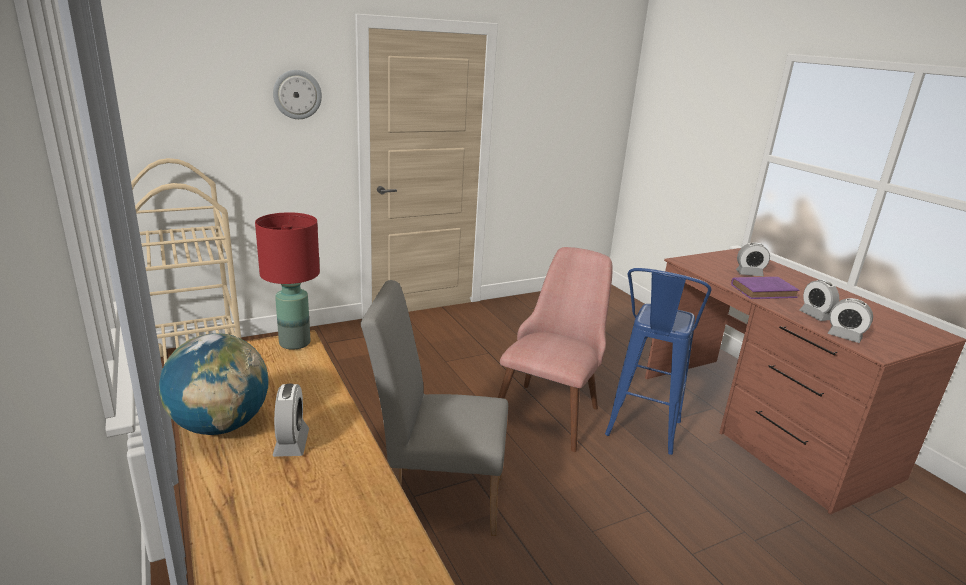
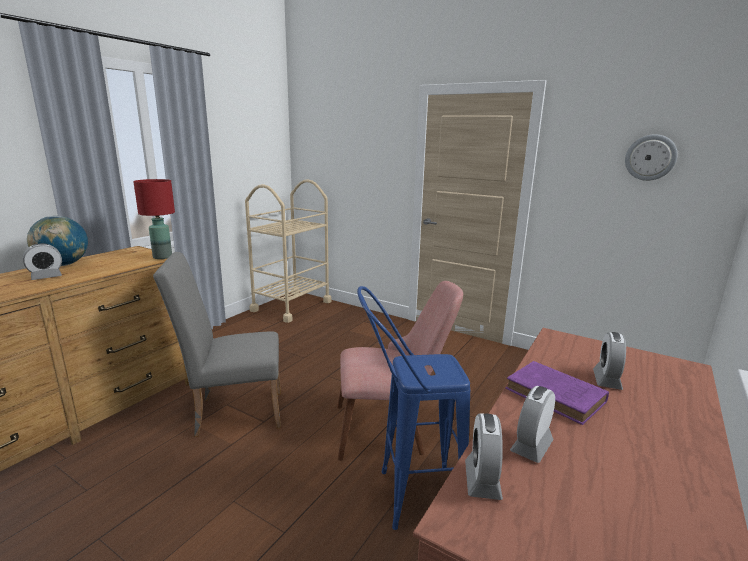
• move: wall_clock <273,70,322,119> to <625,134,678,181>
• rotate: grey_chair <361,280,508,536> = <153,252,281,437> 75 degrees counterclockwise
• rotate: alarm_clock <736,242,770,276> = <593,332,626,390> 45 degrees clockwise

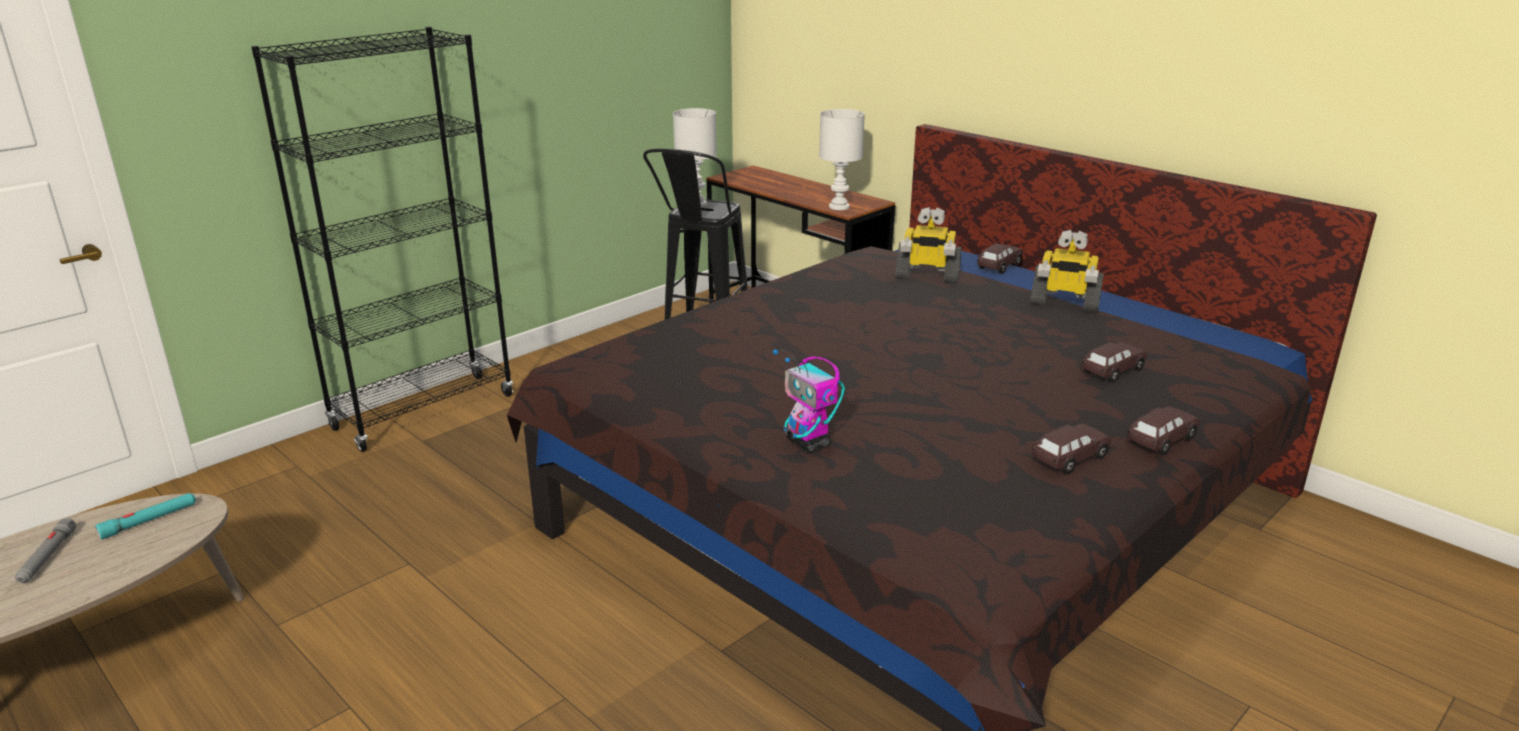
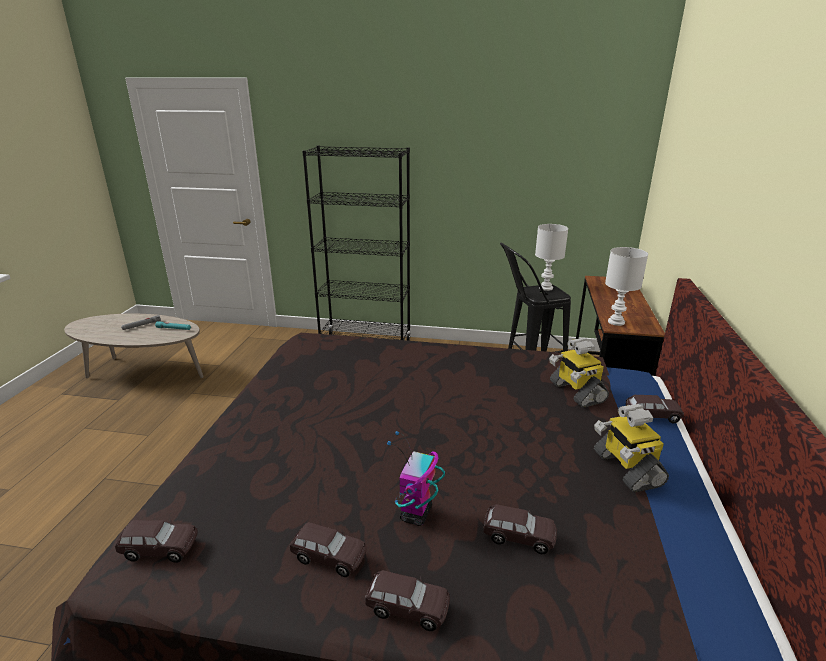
• insert: brown_toy_car <115,519,198,563>
• move: toy_robot <773,349,845,452> to <387,431,445,526>

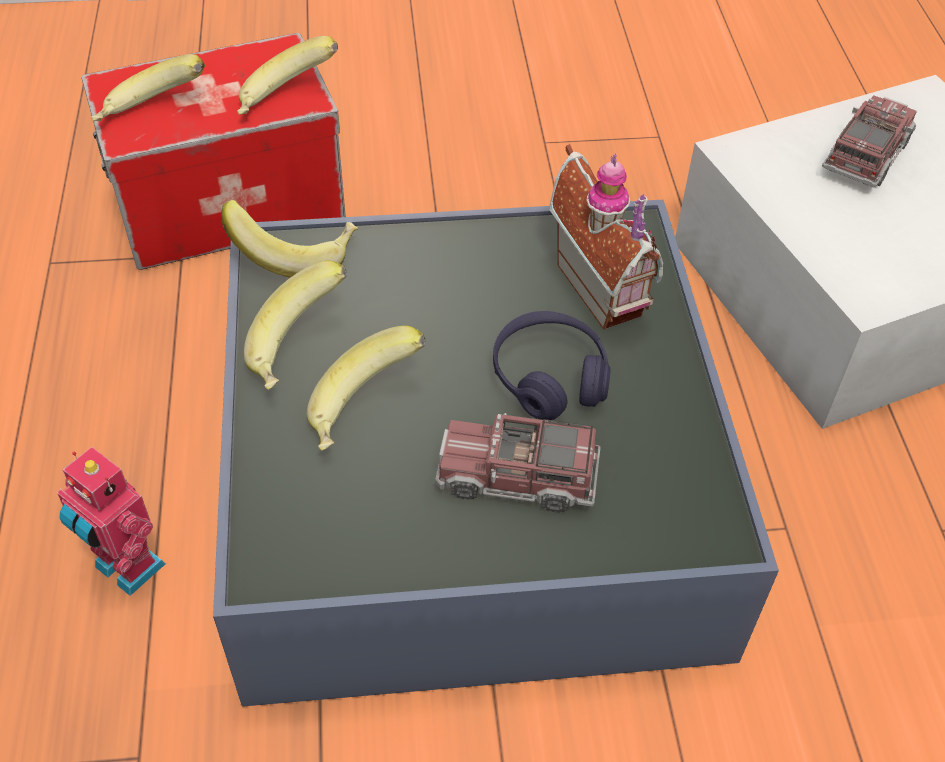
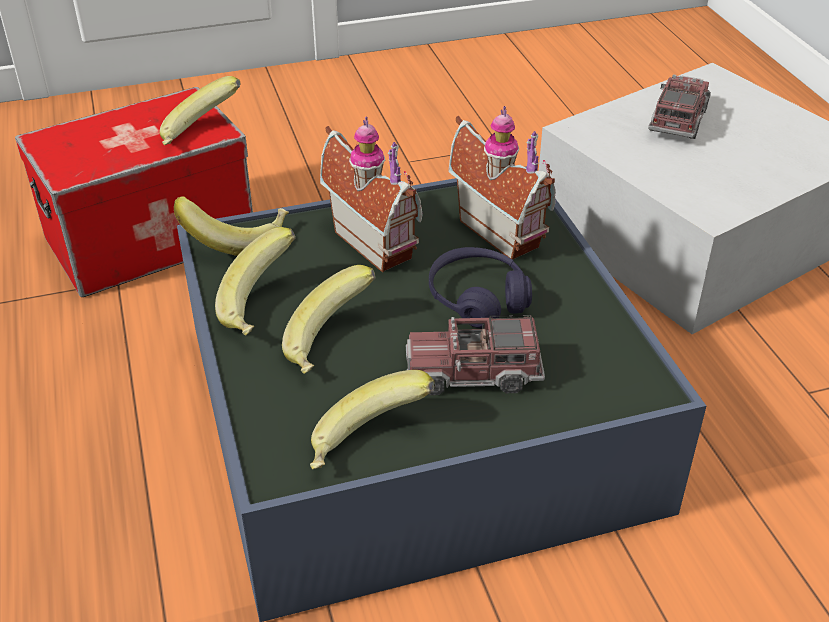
• delete: toy_robot <57,447,166,596>
• insert: toy_house <320,116,423,272>
• move: banana <91,54,205,121> to <310,370,435,469>

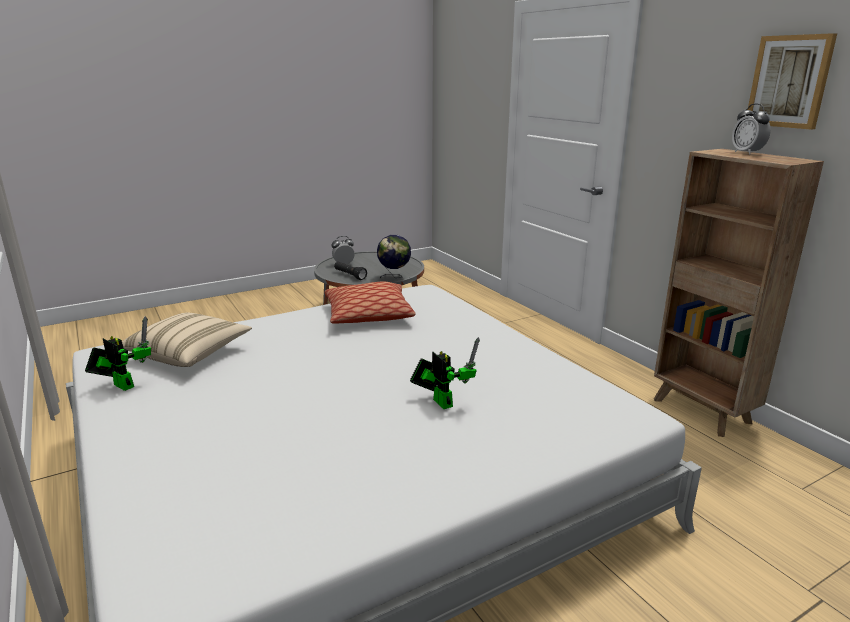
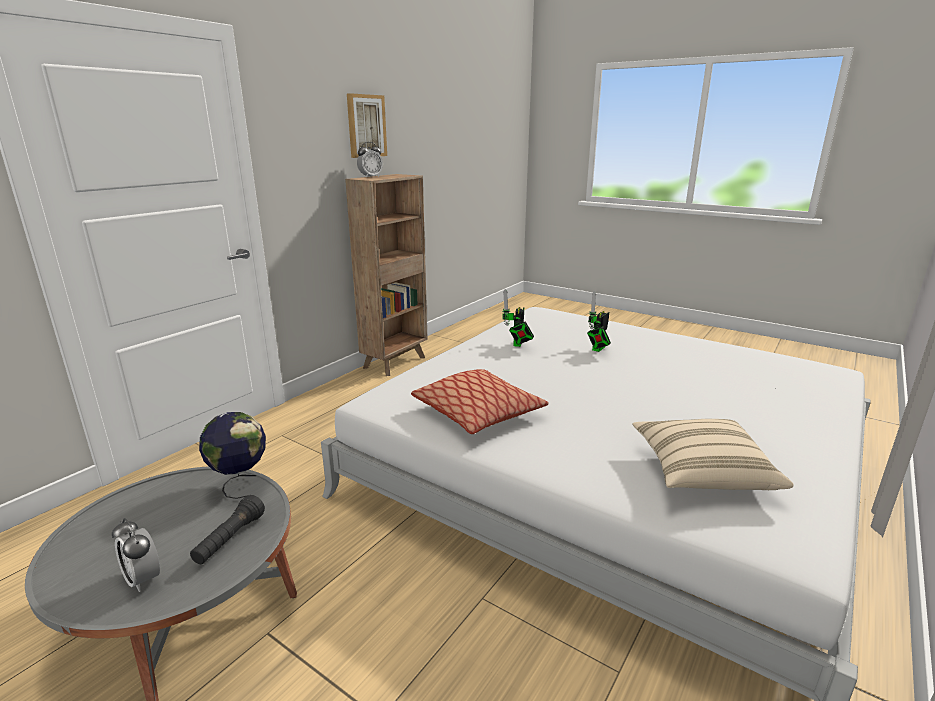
• move: toy_robot <85,316,151,391> to <502,289,534,347>

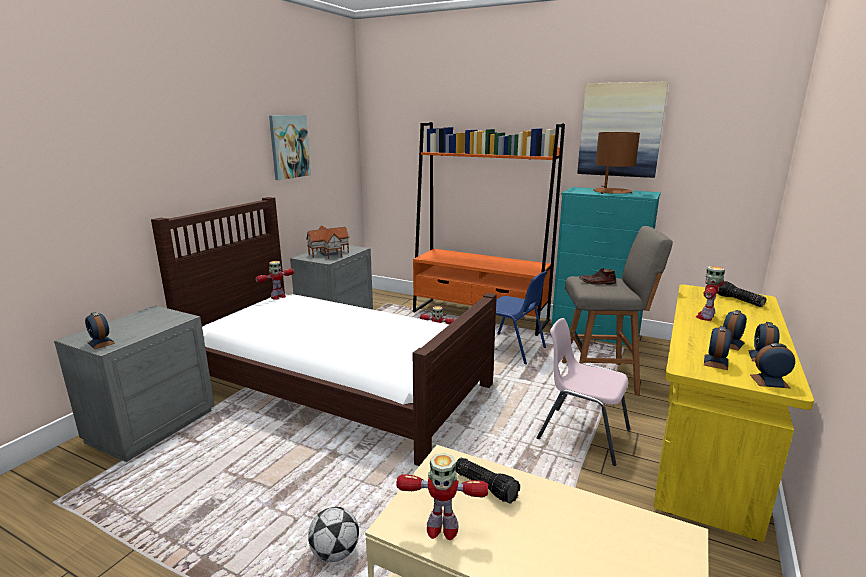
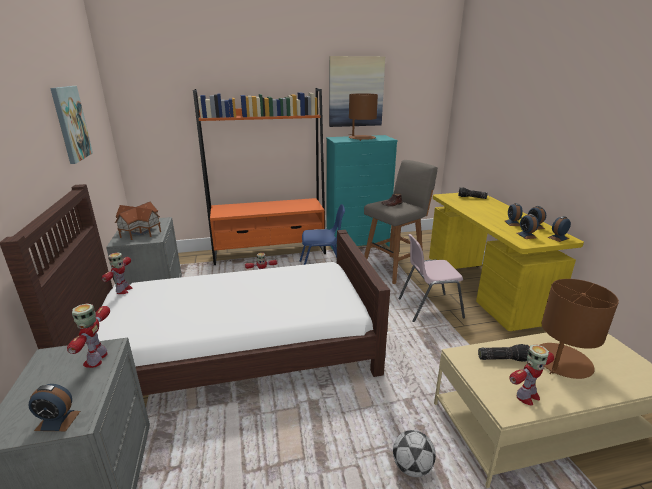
• insert: brown_table_lamp <540,279,619,379>
• move: toy_robot <696,266,725,321> to <67,303,110,368>

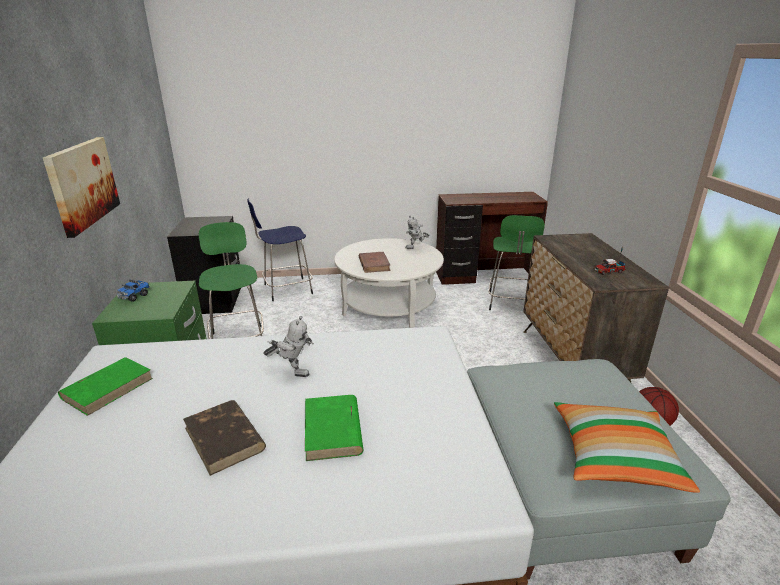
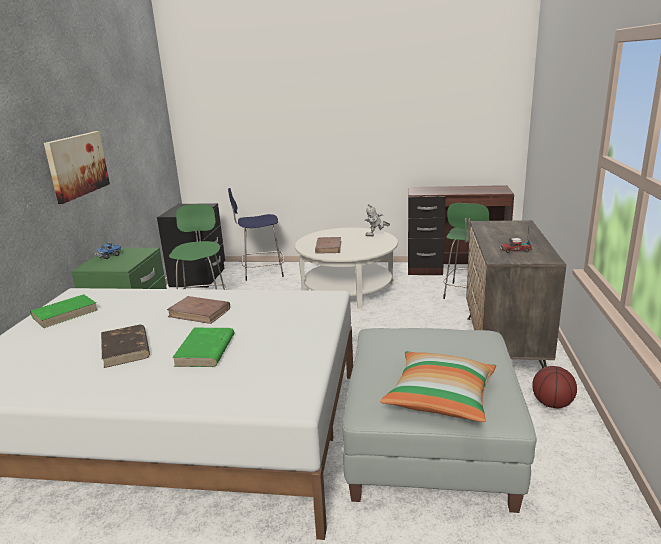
• replace: toy_robot <264,316,314,377> to brown_book <167,296,230,324>

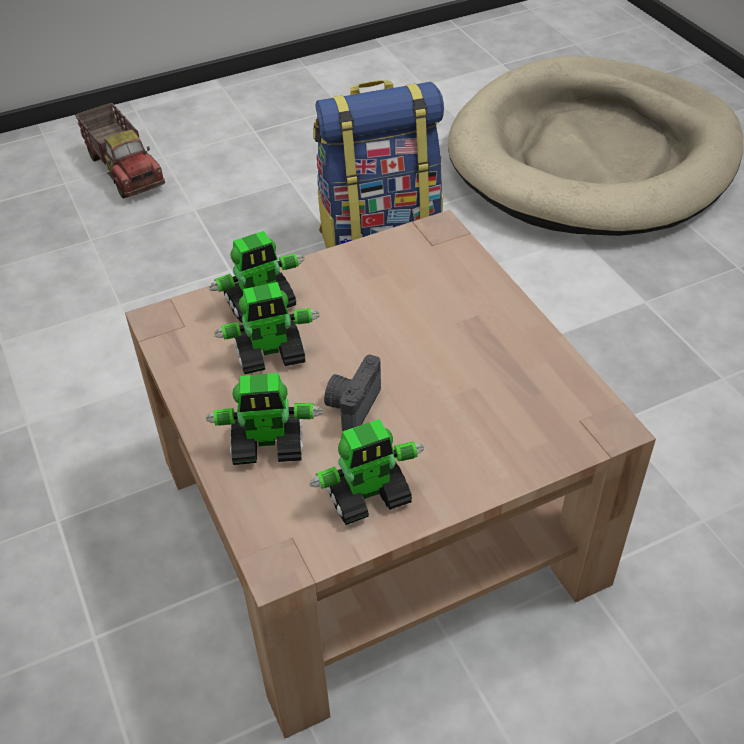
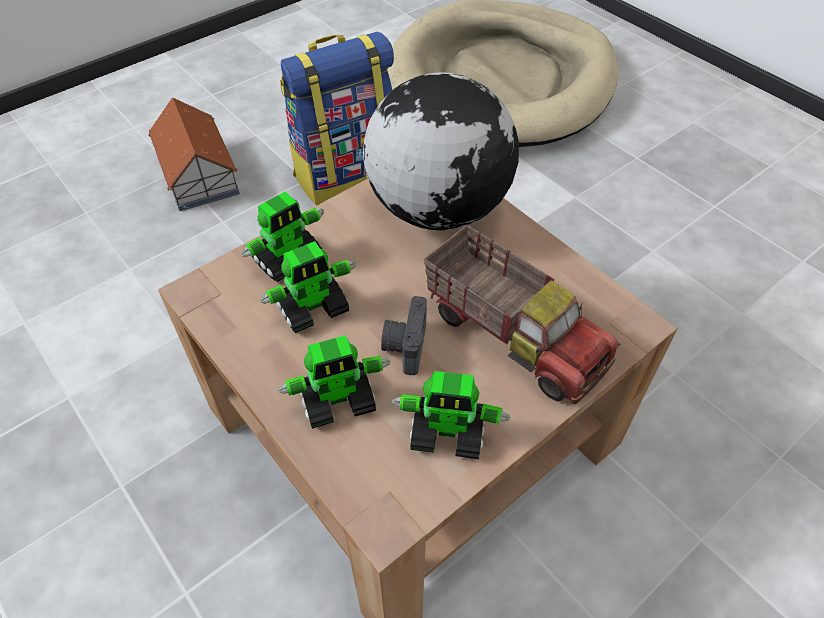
• insert: toy_house <148,97,240,211>
• insert: globe <363,72,519,230>
• move: toy_truck <75,103,165,199> to <424,225,620,404>
• rotate: toy_robot <309,419,425,525> = <392,371,511,459> 45 degrees clockwise

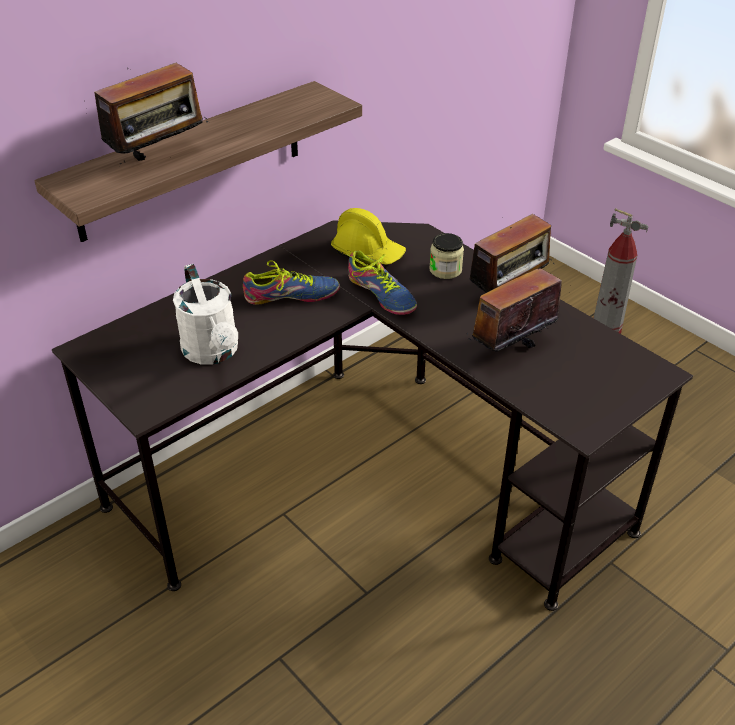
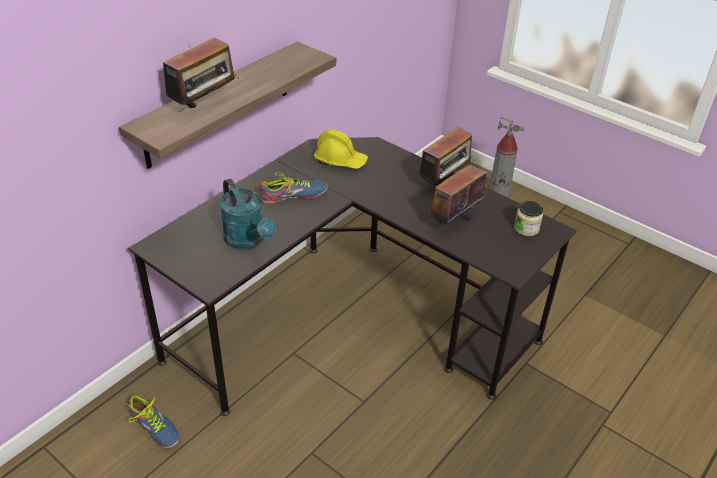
• move: shoe <346,250,417,315> to <125,395,179,449>
• move: jar <429,233,464,279> to <514,201,543,236>
• recolor: white_watering_can <173,264,238,364> to turquoise_watering_can <220,179,275,250>

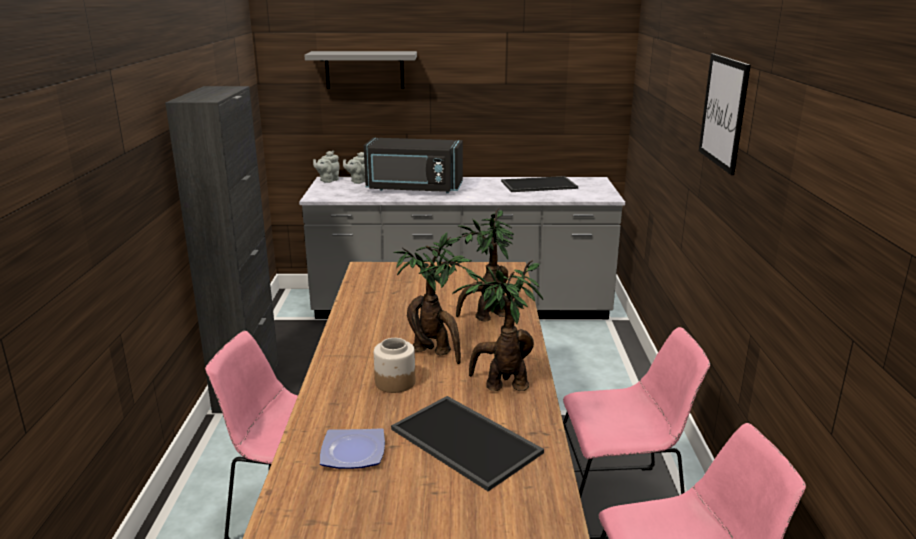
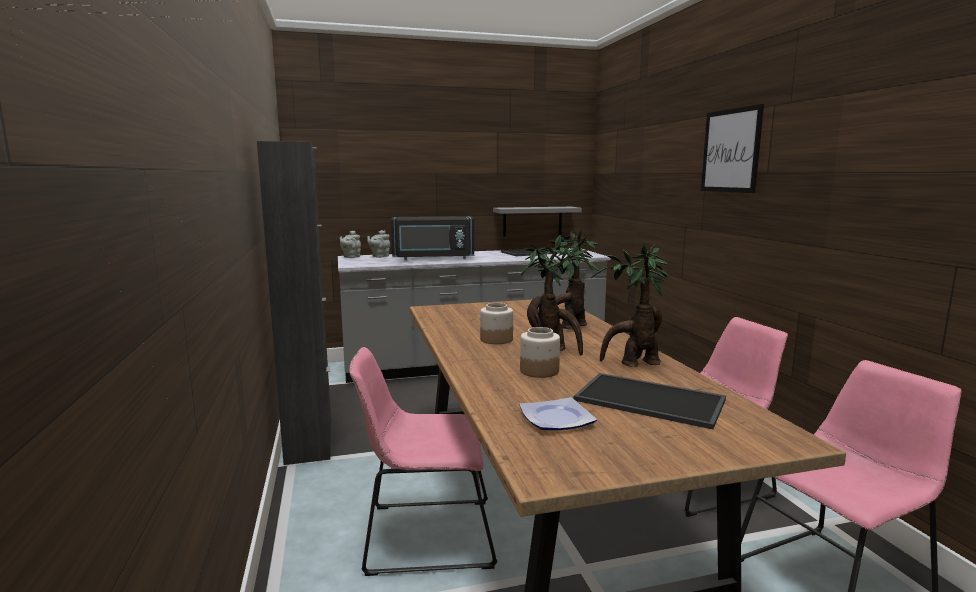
• insert: jar <480,303,513,344>
• move: grey_shelf <304,51,417,89> to <493,207,582,237>

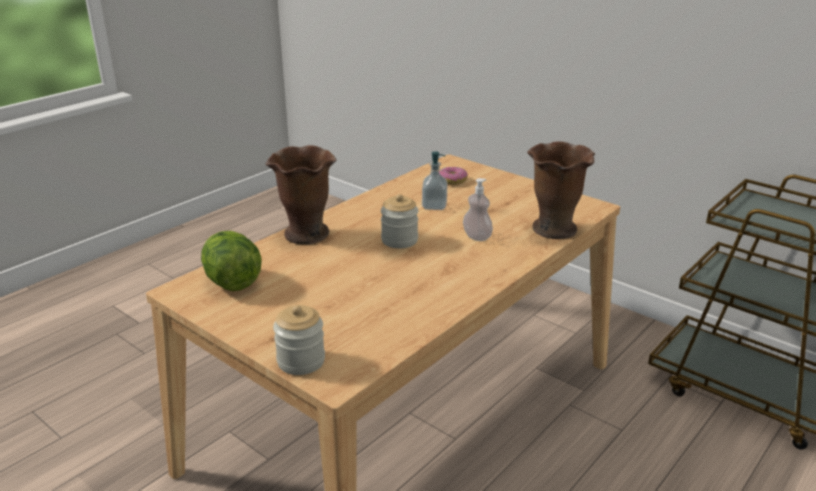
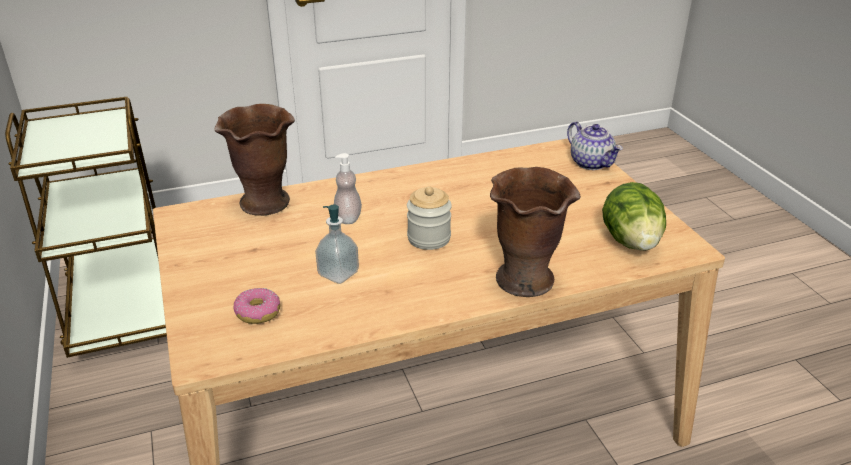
• replace: jar <273,305,325,375> to teapot <567,121,623,170>

